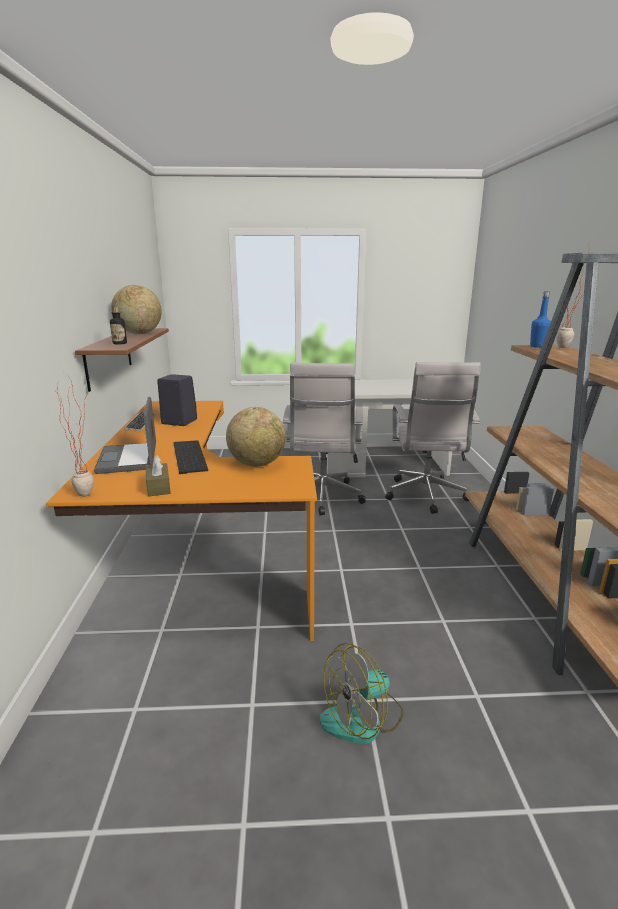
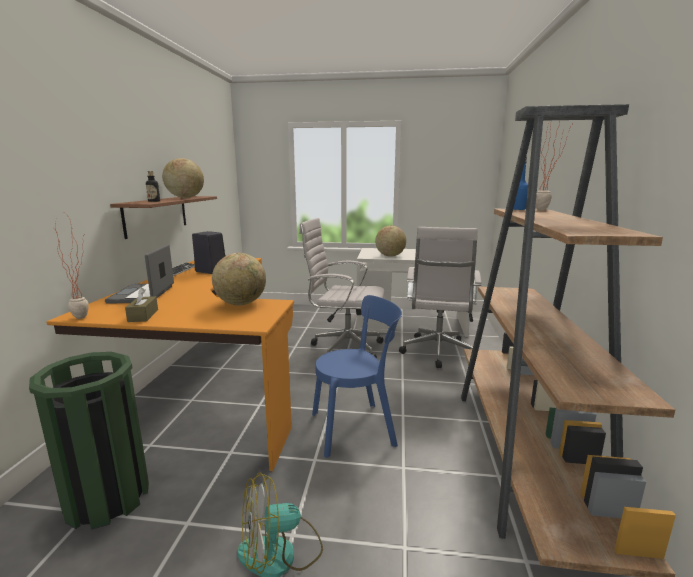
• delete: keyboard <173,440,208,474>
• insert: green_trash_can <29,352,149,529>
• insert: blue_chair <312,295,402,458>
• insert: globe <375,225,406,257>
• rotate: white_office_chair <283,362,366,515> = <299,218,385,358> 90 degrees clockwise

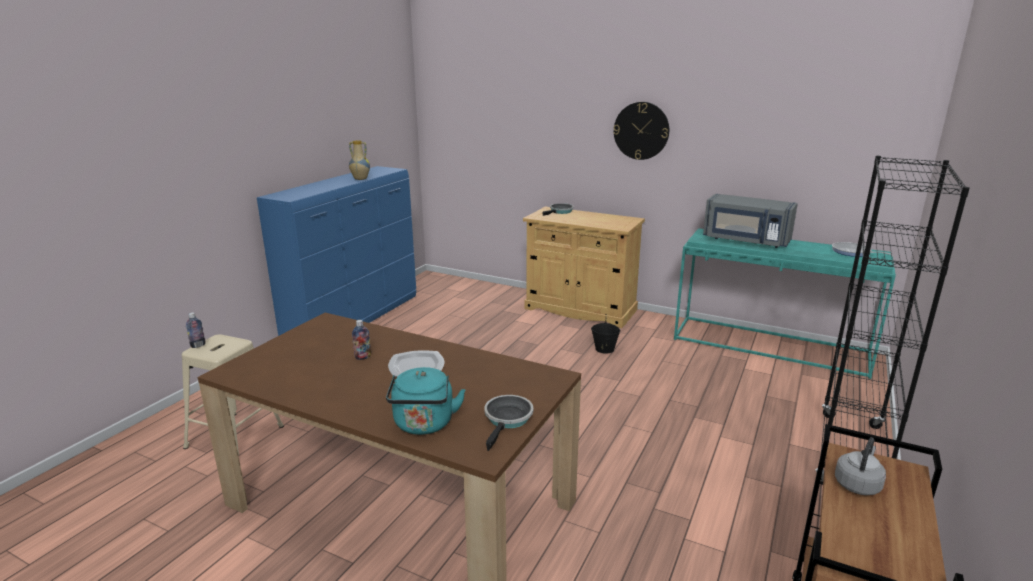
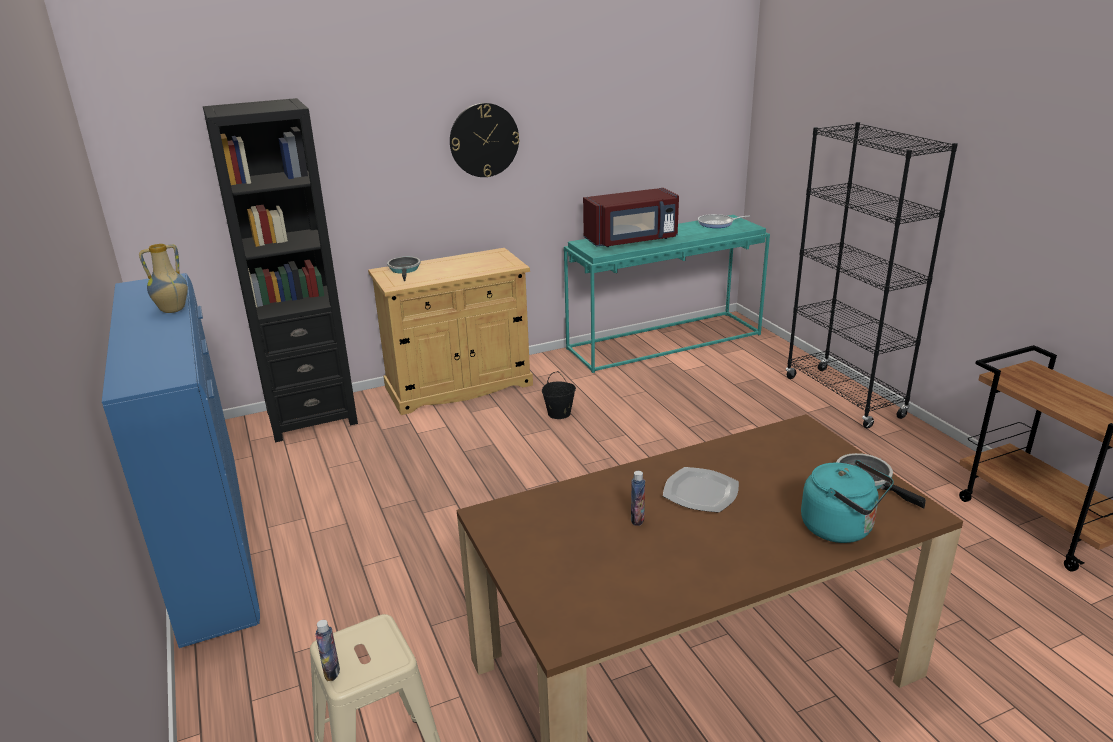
• delete: grey_kettle <835,437,886,495>
• insert: black_bookcase <203,98,358,442>
• recolor: grey_microwave <703,194,798,248> to red_microwave <583,188,679,247>

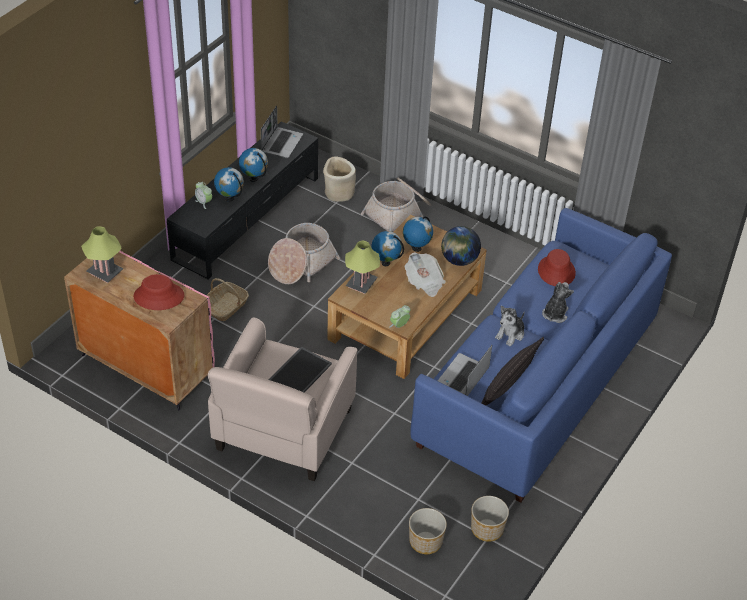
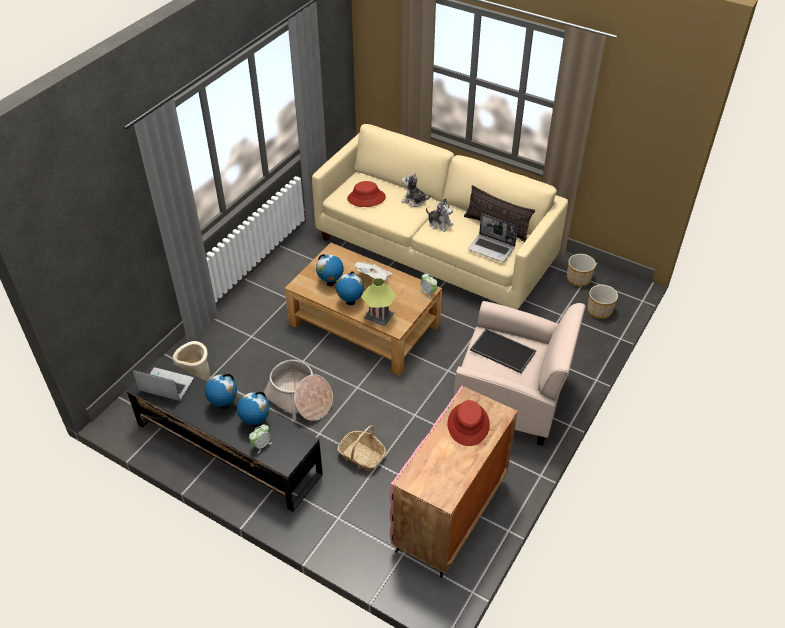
• delete: table_lamp <81,226,123,283>
• delete: basket <361,178,432,232>
• delete: globe <441,226,481,266>
• recolor: blue_sofa <410,208,672,503> to beige_sofa <312,124,568,309>

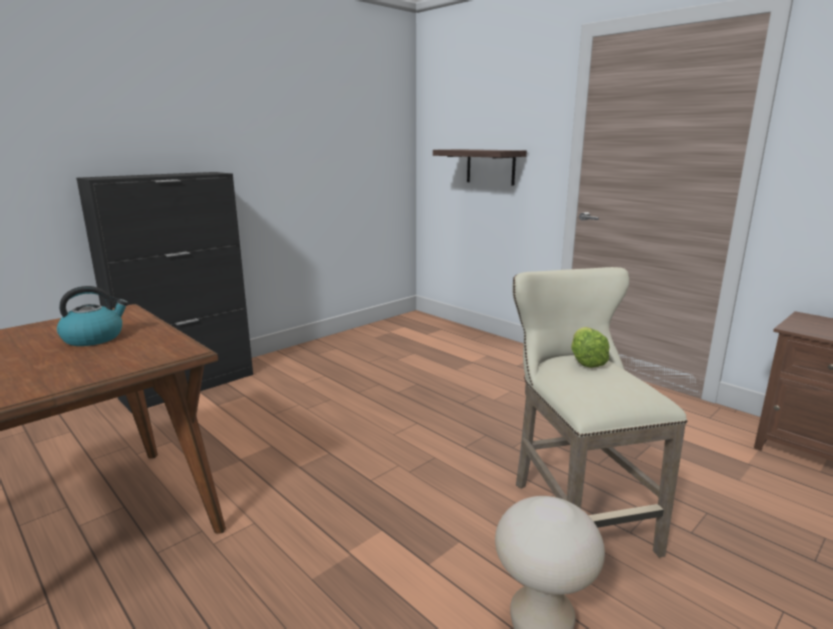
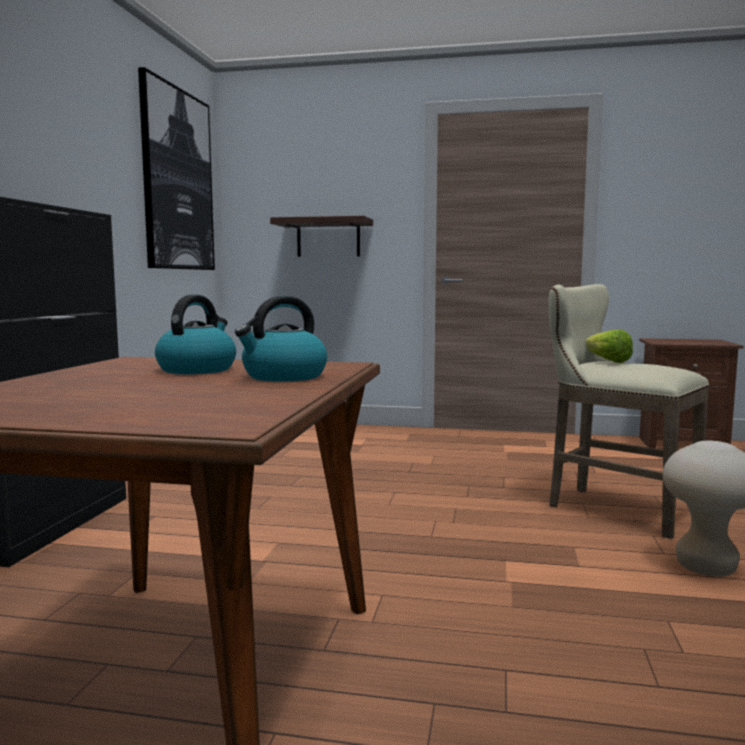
• insert: picture <138,67,215,270>
• insert: kettle <235,296,327,382>

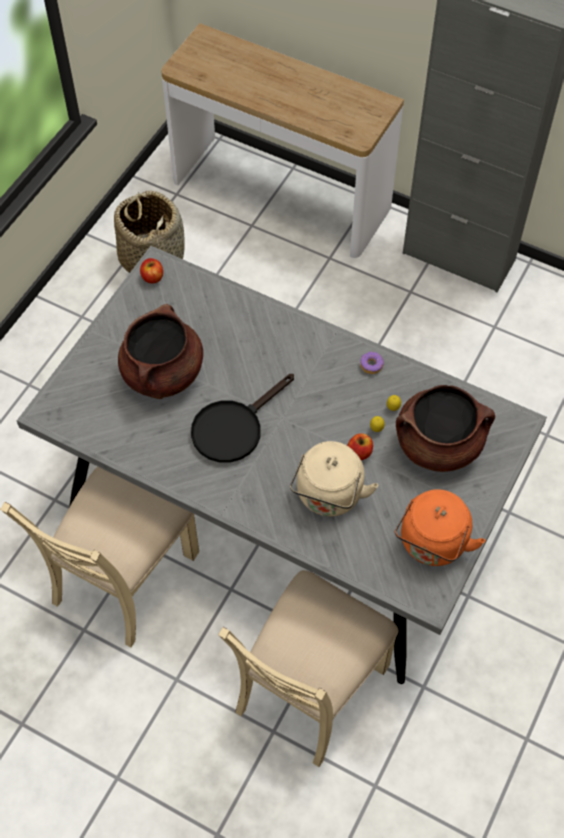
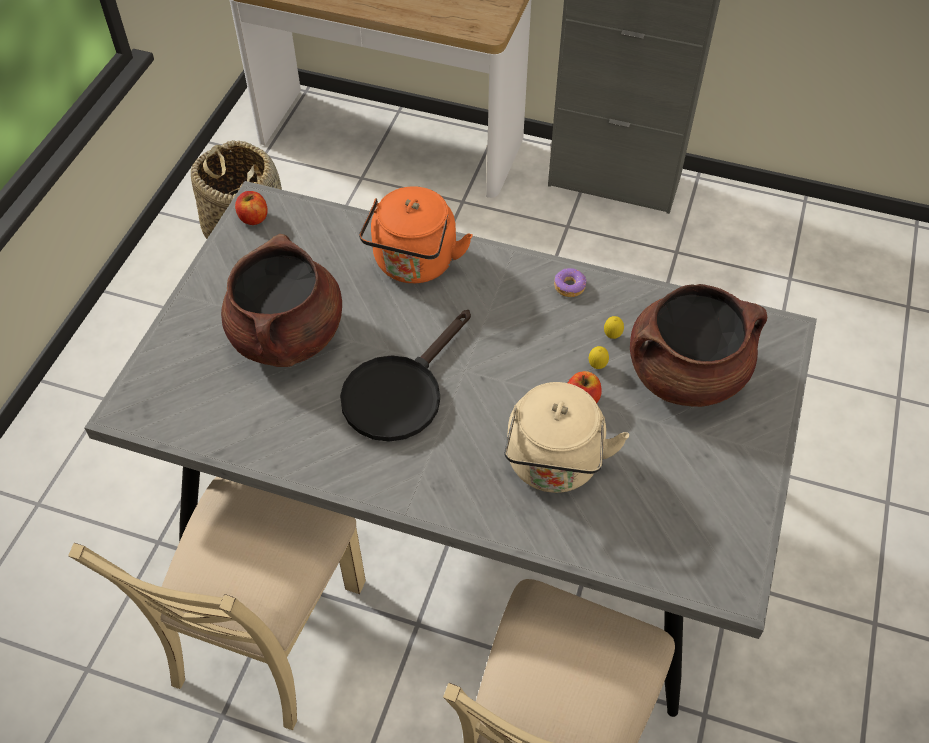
• move: orange_kettle <395,489,486,566> to <359,186,473,283>

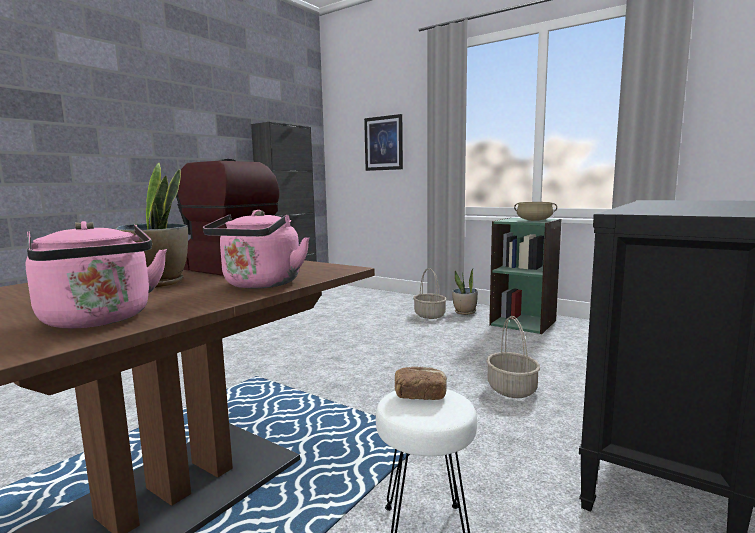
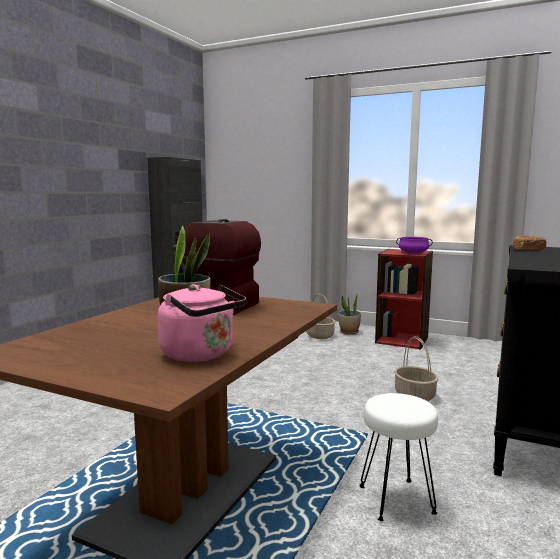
• delete: pink_kettle <203,210,310,289>
• delete: picture <364,114,403,171>
• move: bread <395,367,447,400> to <513,235,546,250>
• recolor: green_bookcase <489,217,561,334> to red_bookcase <375,249,433,349>
• recolor: beige_cooking_pot <514,202,557,221> to purple_cooking_pot <396,237,433,254>

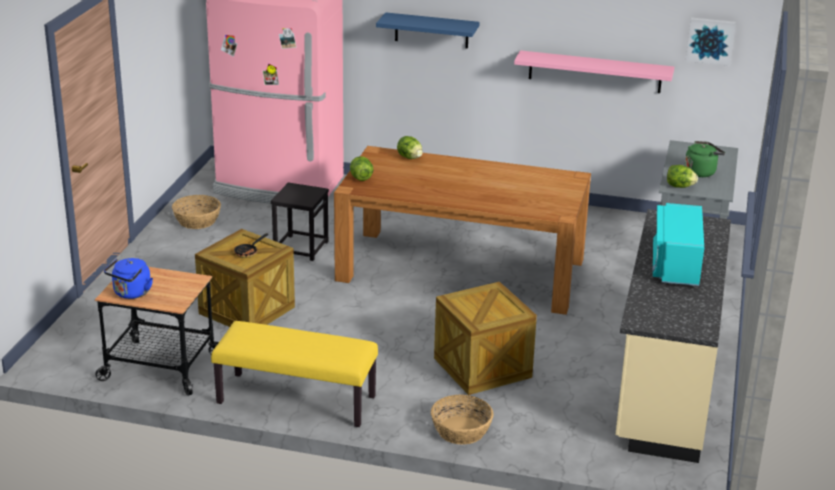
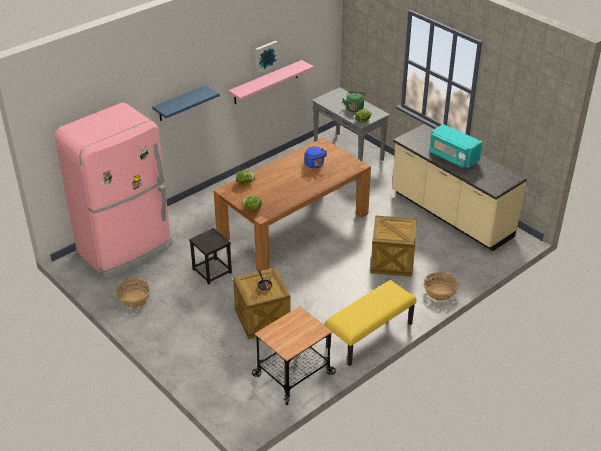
• move: blue_kettle <104,258,153,299> to <304,147,327,168>
• move: picture <686,18,736,66> to <255,41,278,74>

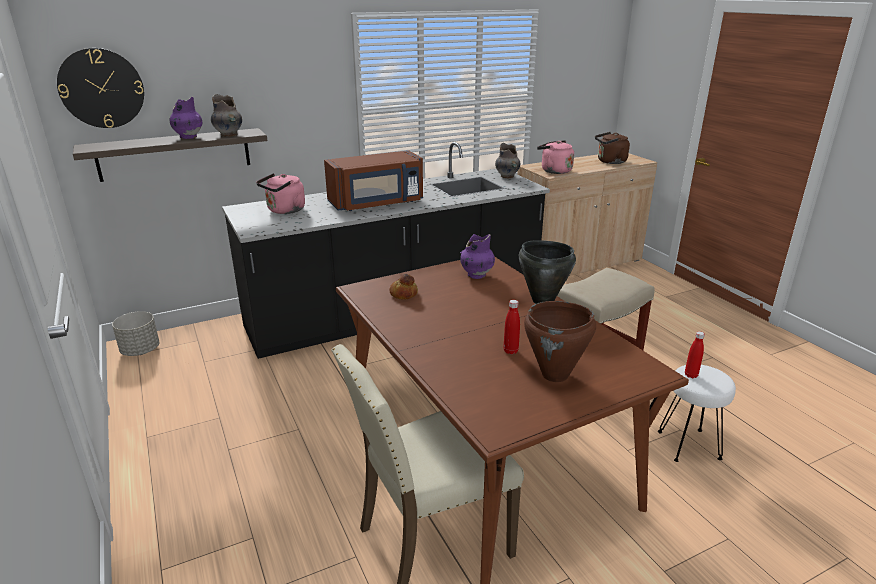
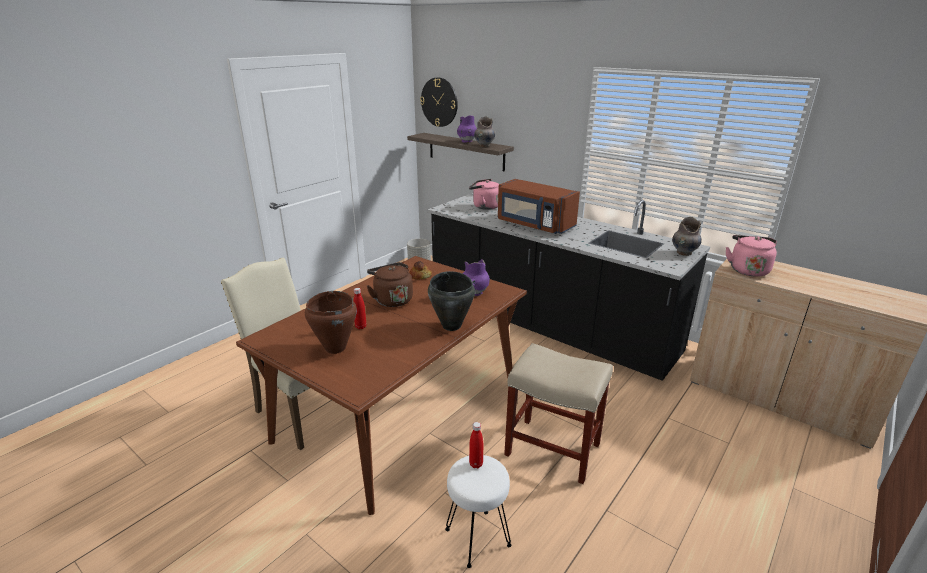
• move: brown_kettle <595,132,630,164> to <367,262,413,307>

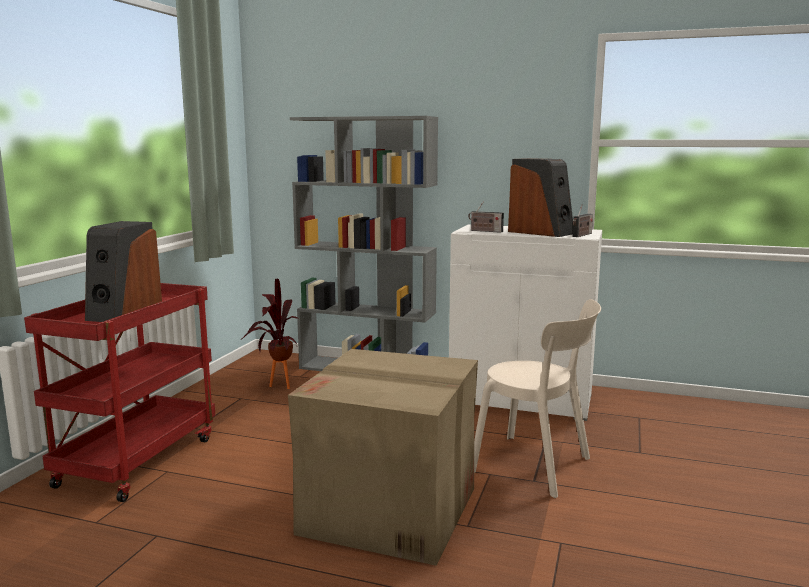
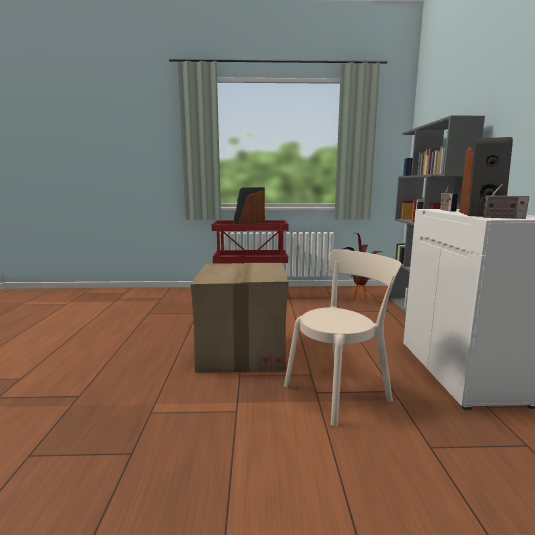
• rotate: beige_chair <474,299,601,498> = <284,249,401,427> 135 degrees counterclockwise

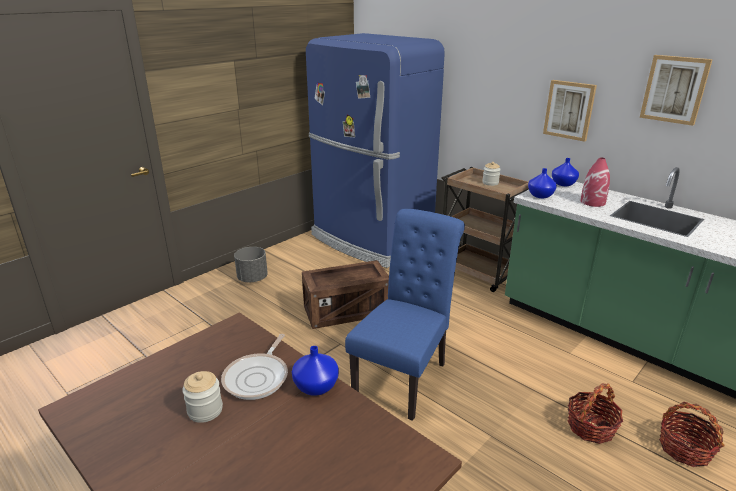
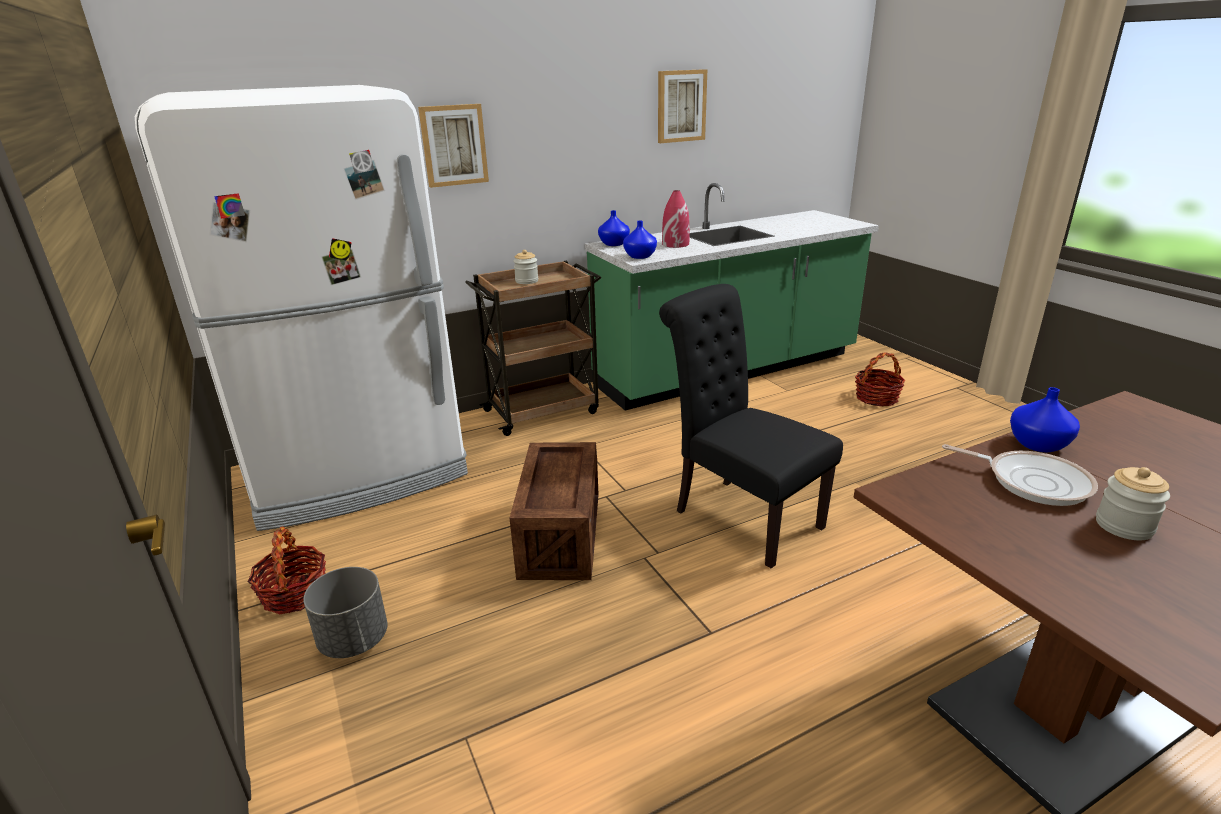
• move: picture <543,80,597,142> to <418,104,489,188>
• move: basket <568,383,623,444> to <248,527,326,615>
• recolor: blue_fridge <306,33,445,268> to white_fridge <135,85,468,531>
• recolor: blue_chair <345,209,465,421> to black_chair <659,284,843,568>

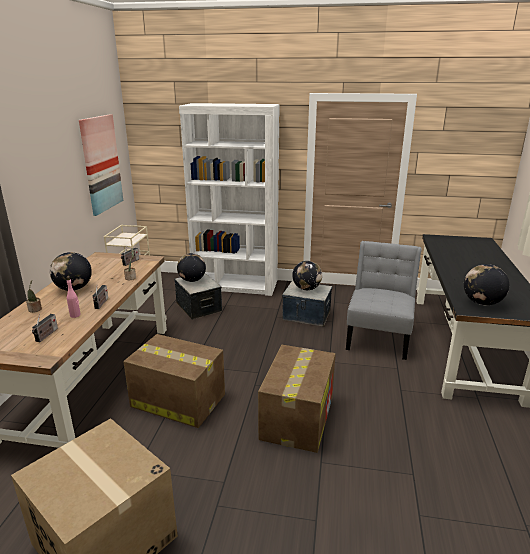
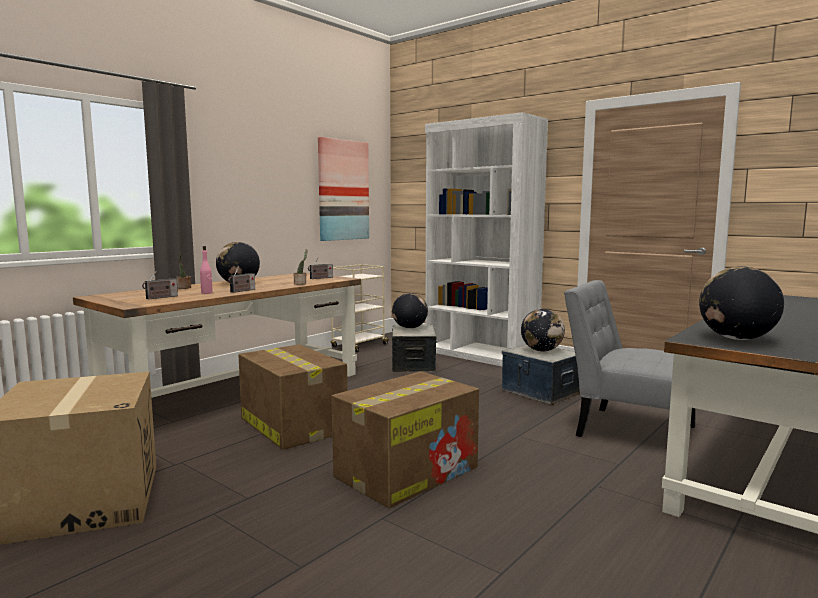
• rotate: grey_chair <346,241,422,360> = <564,280,696,437> 105 degrees counterclockwise

